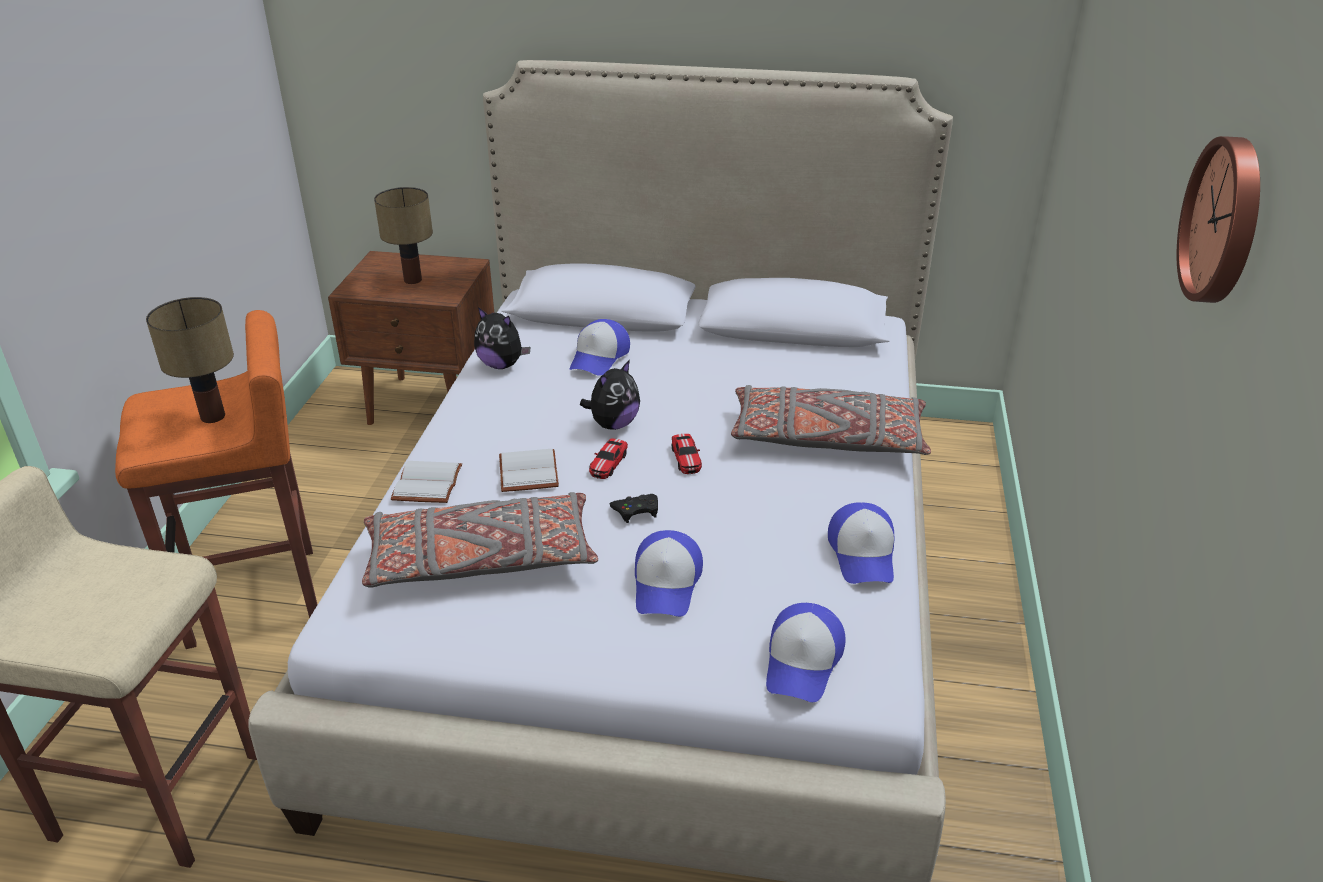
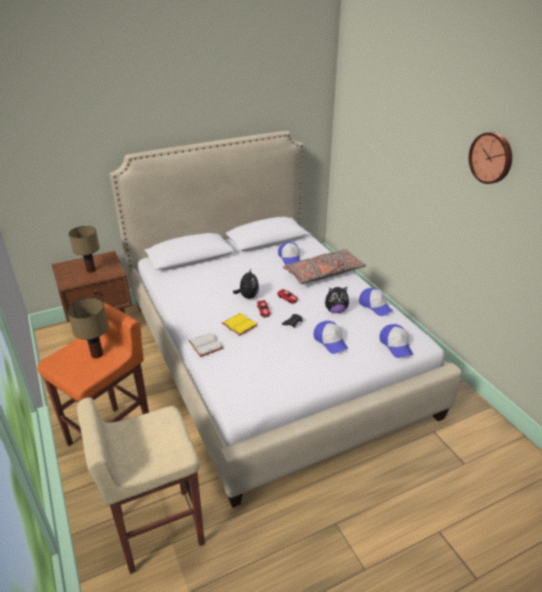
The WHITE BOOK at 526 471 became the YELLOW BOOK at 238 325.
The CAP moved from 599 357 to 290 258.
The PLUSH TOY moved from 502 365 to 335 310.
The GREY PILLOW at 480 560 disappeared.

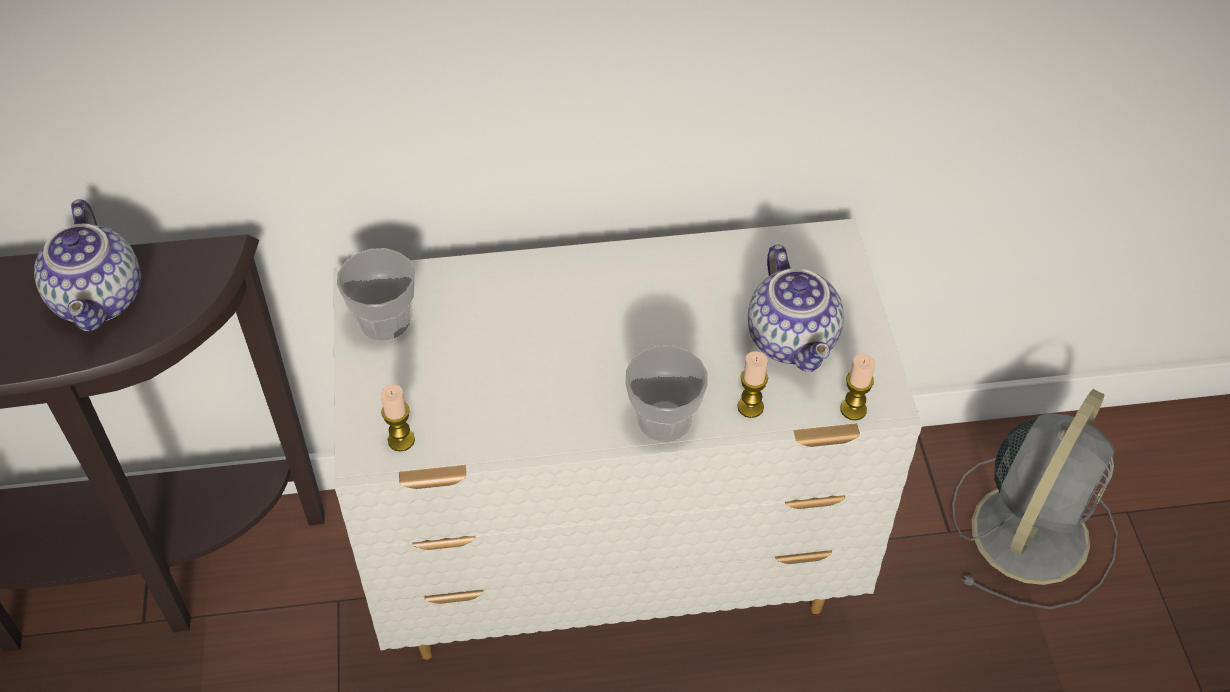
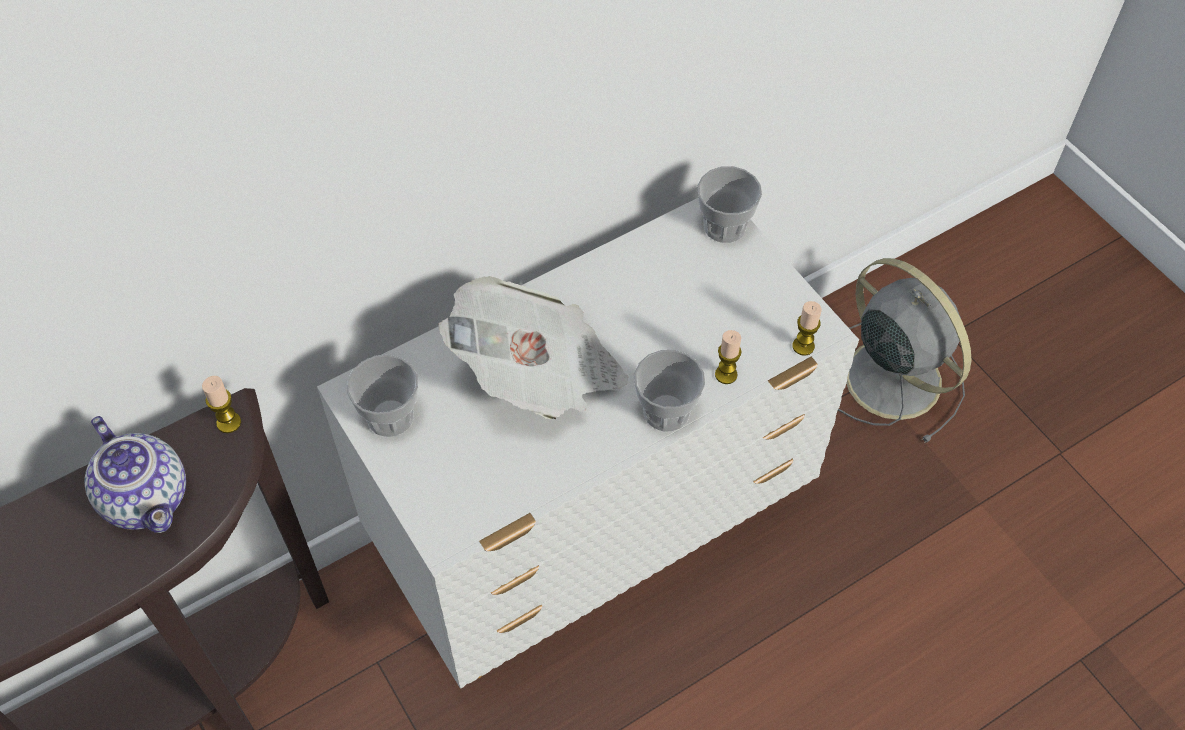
The CANDLE moved from 401 440 to 229 422.
The NEWSPAPER at 538 374 appeared.
The CUP at 724 226 appeared.
The GREY FAN at 1032 529 turned 45 degrees counterclockwise.
The TEAPOT at 794 340 disappeared.

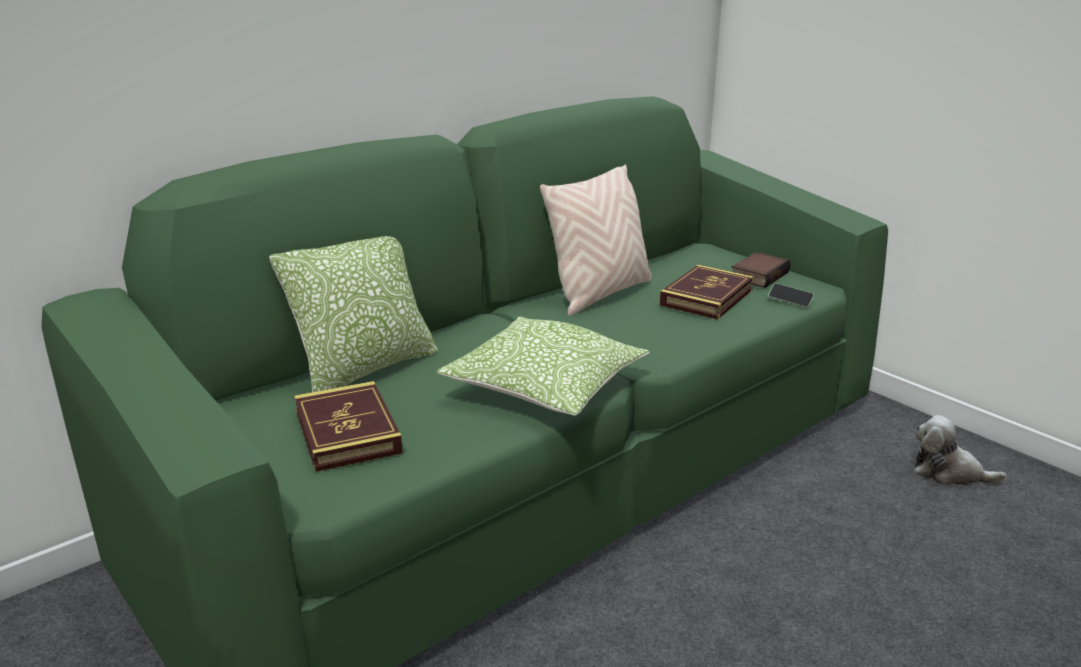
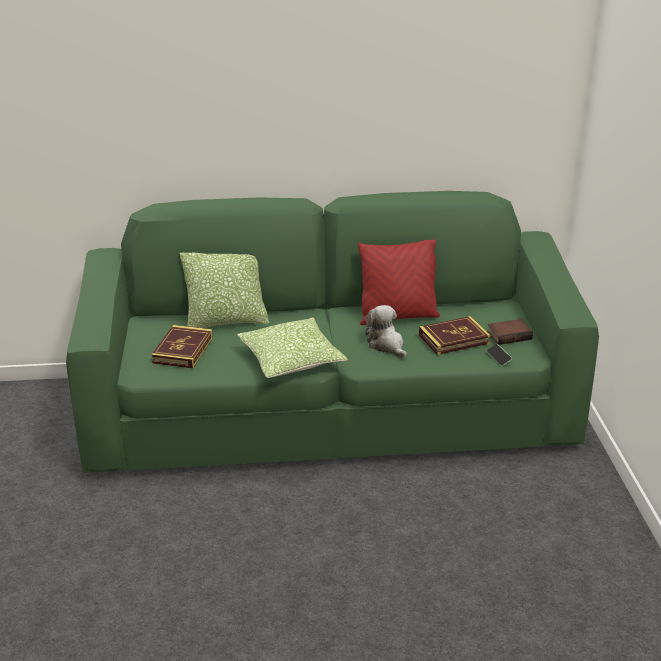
The BEIGE PILLOW at 599 294 became the RED PILLOW at 397 317.
The PLUSH TOY moved from 948 473 to 386 345.

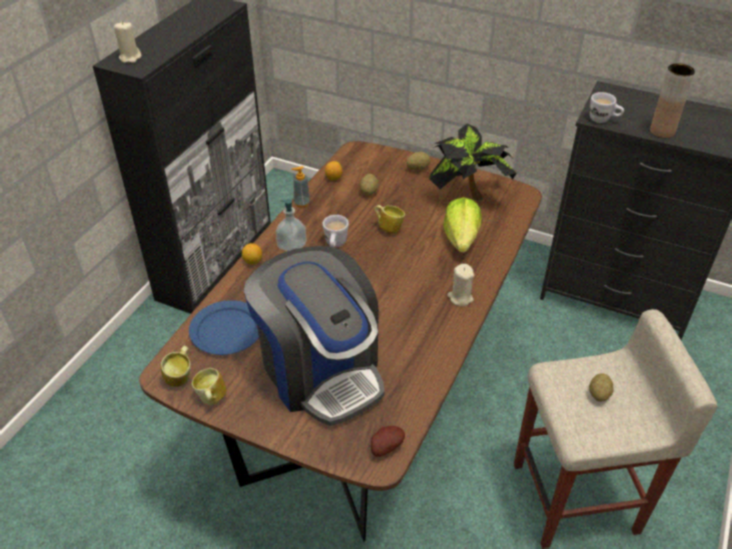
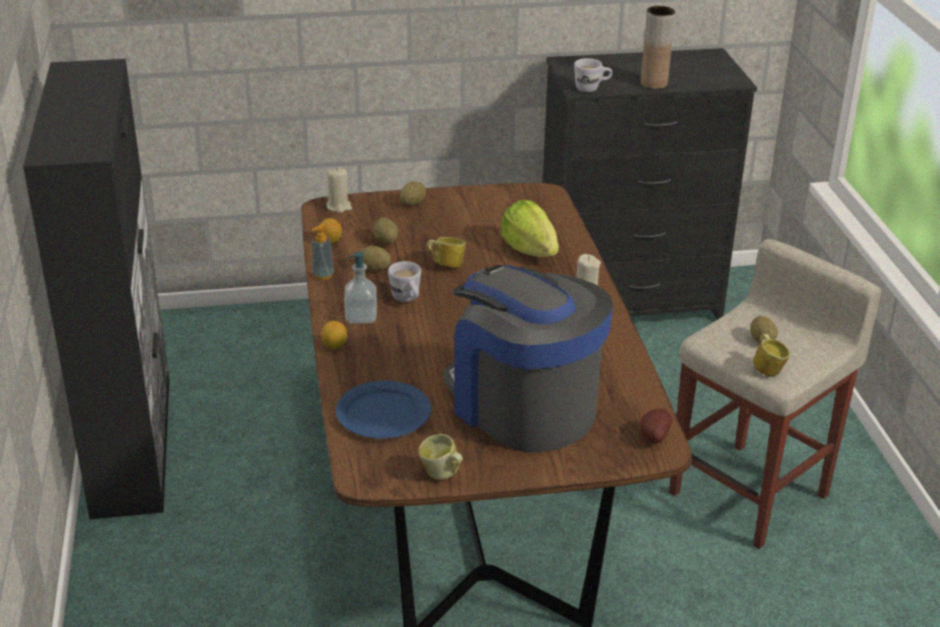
The BEIGE CANDLE moved from 130 57 to 339 206.
The POTATO at 374 269 appeared.
The COFFEE MACHINE at 320 370 turned 150 degrees counterclockwise.
The MUG moved from 181 377 to 767 369.
The POTTED PLANT at 467 194 disappeared.

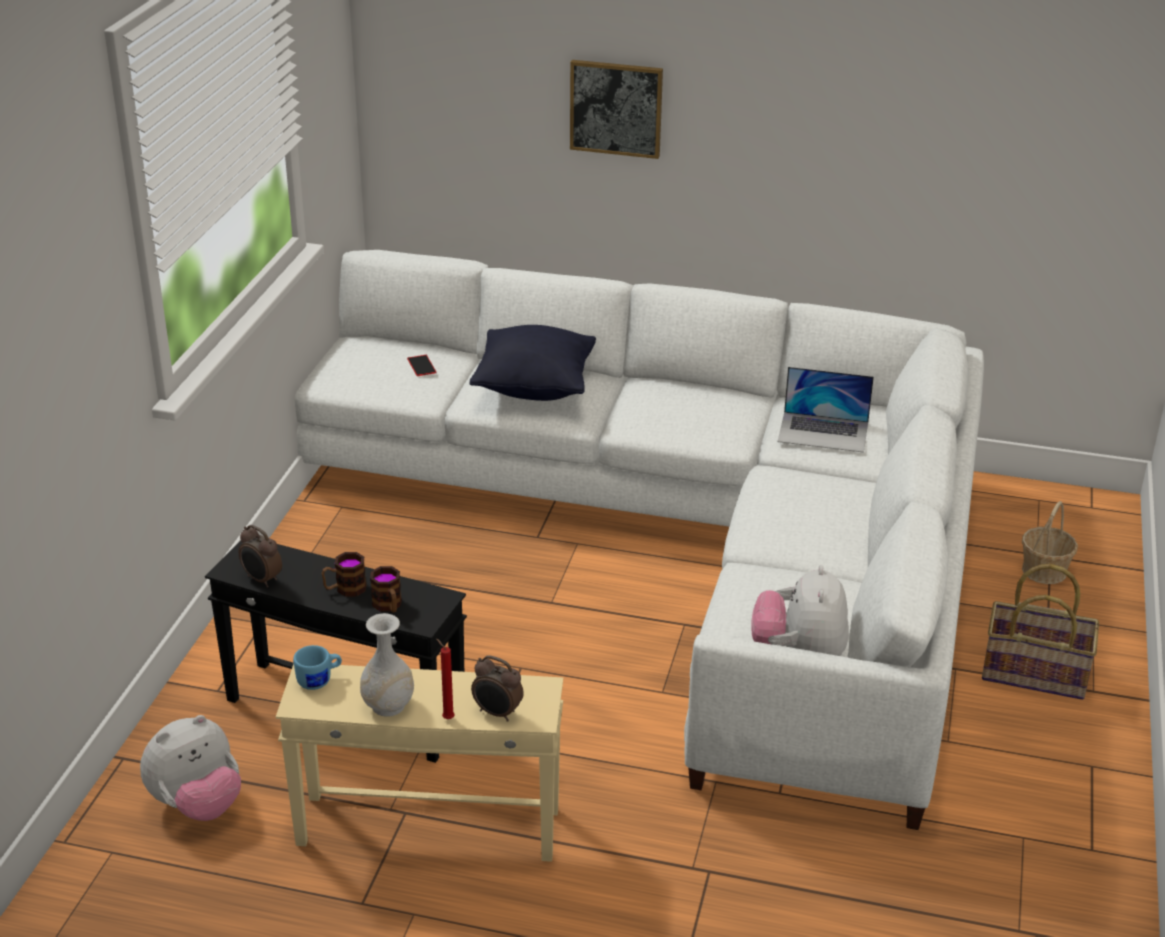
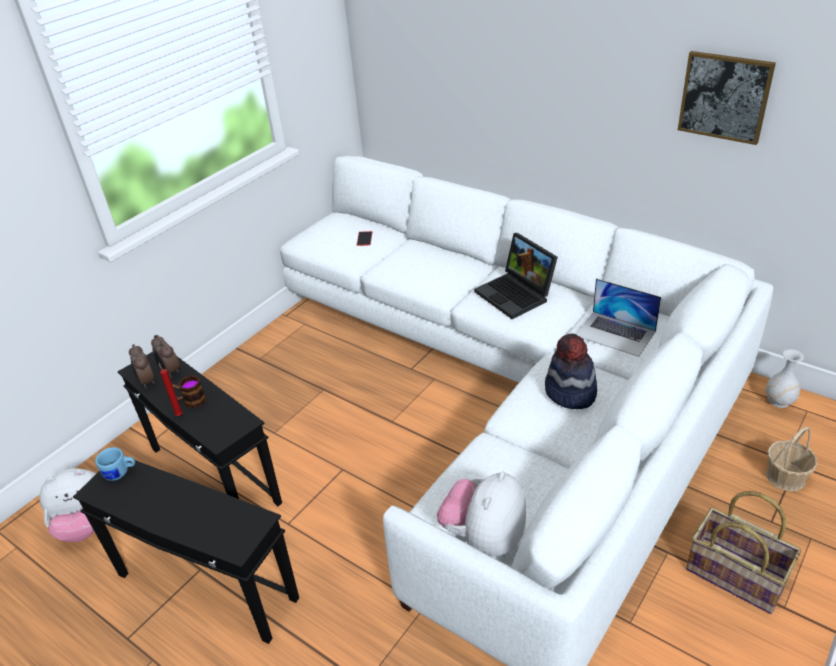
The BEIGE SIDE TABLE at 428 828 became the BLACK SIDE TABLE at 206 587.
The ALARM CLOCK moved from 497 713 to 170 372.
The RED CANDLE moved from 446 718 to 179 414.
The LAPTOP at 517 295 appeared.
The HAT at 570 393 appeared.
The PICTURE moved from 616 108 to 724 97.
The WHITE VASE moved from 388 706 to 779 401.
The MUG at 388 606 disappeared.
The BLACK PILLOW at 534 388 disappeared.

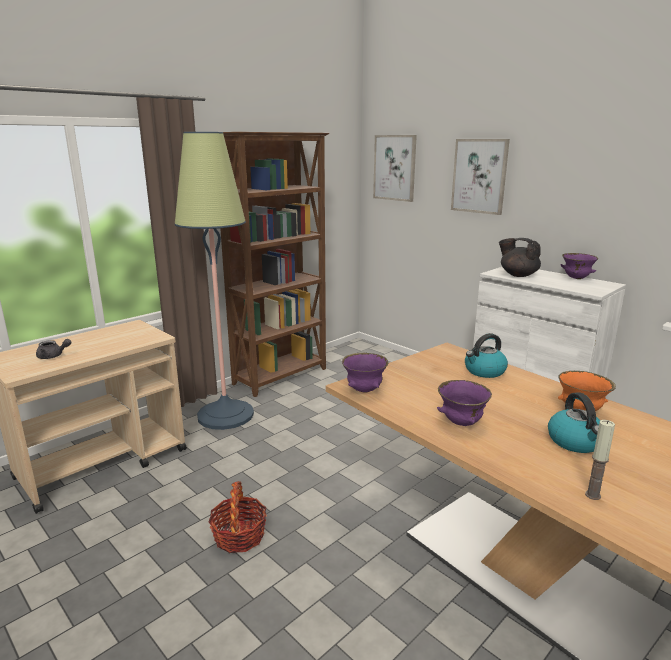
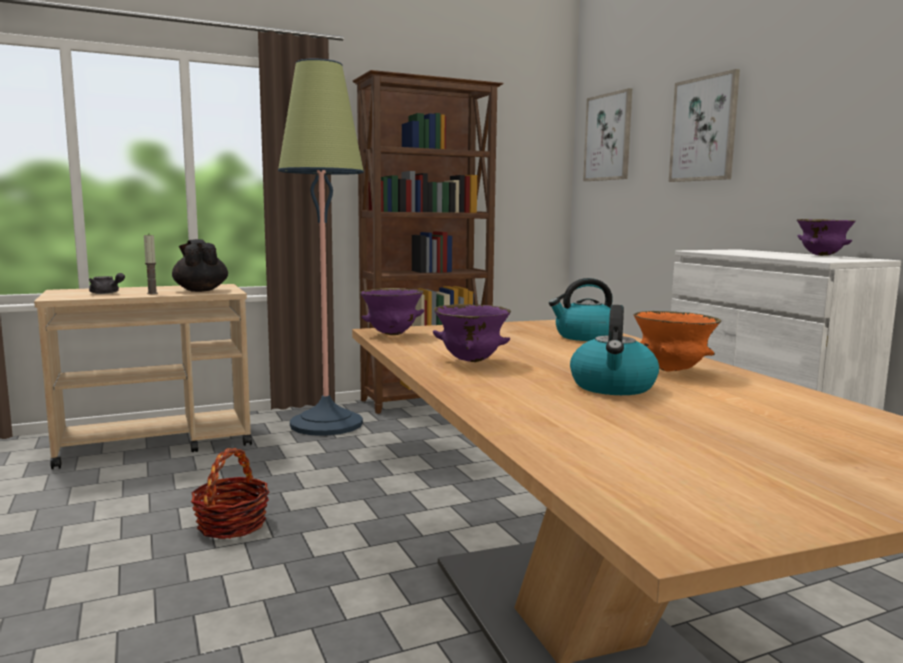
The CANDLE moved from 592 495 to 152 293.
The BLACK TEAPOT moved from 518 275 to 200 290.

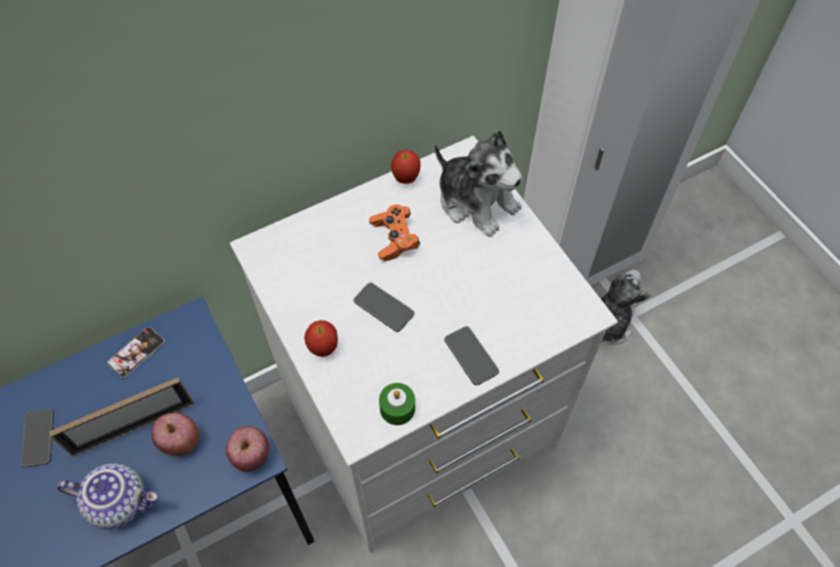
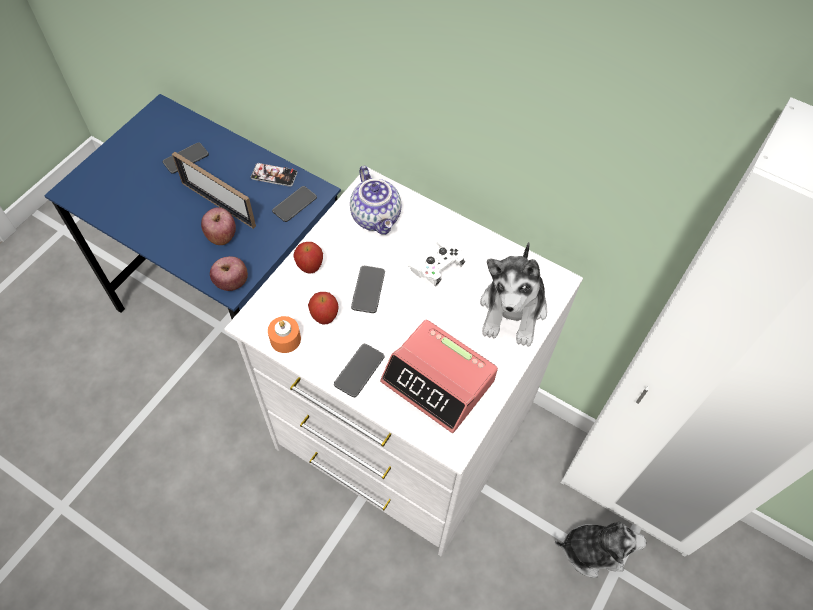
The GREEN CANDLE at 397 408 became the ORANGE CANDLE at 285 339.
The PHONE at 294 204 appeared.
The APPLE moved from 406 178 to 325 317.
The TEAPOT moved from 120 501 to 377 217.
The ALARM CLOCK at 438 381 appeared.
The ORANGE GAME CONTROLLER at 394 238 became the WHITE GAME CONTROLLER at 437 267.

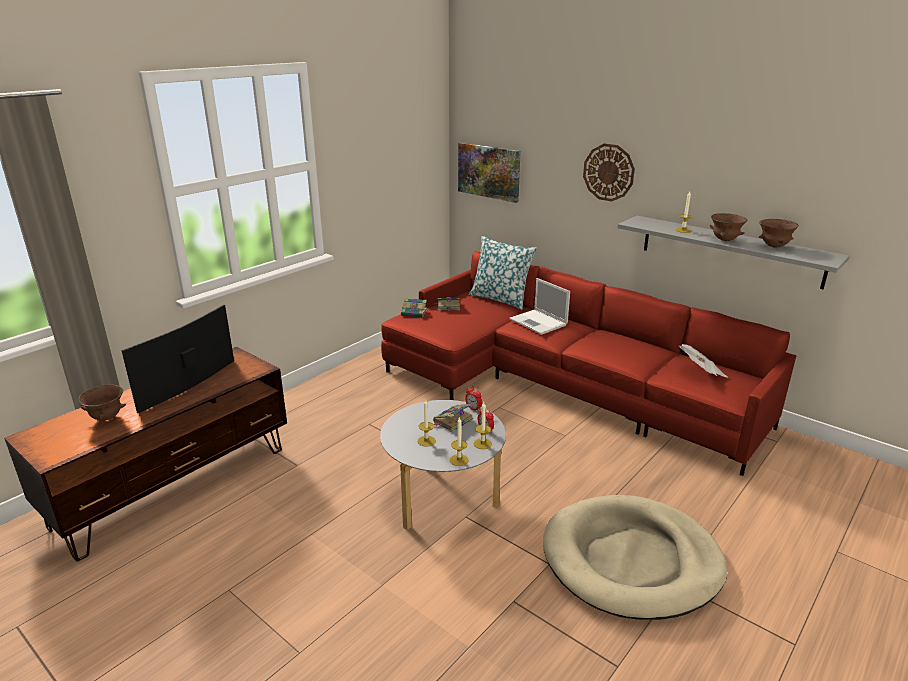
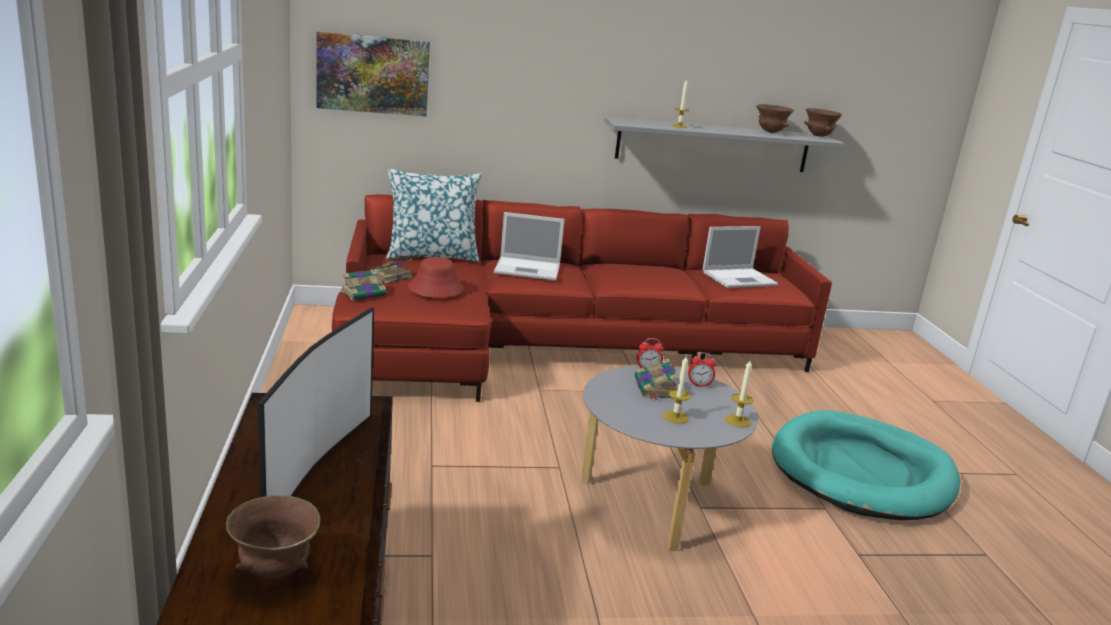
The TELEVISION at 192 386 turned 150 degrees counterclockwise.
The RED HAT at 435 288 appeared.
The NEWSPAPER at 701 372 was replaced by the LAPTOP at 740 278.
The BEIGE DOG BED at 631 560 became the TURQUOISE DOG BED at 862 472.
The BROWN BOWL moved from 724 240 to 818 136.
The CANDLE at 482 443 disappeared.
The WALL CLOCK at 608 172 disappeared.

